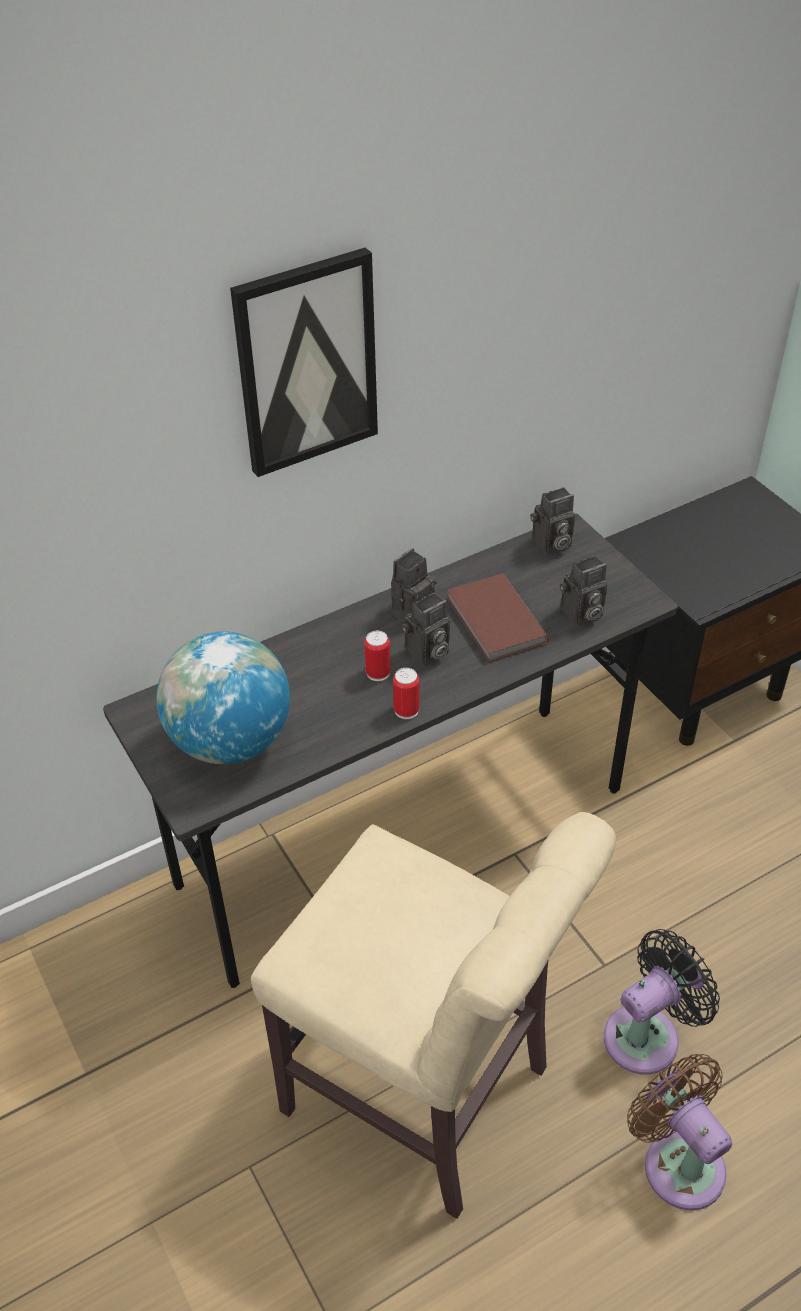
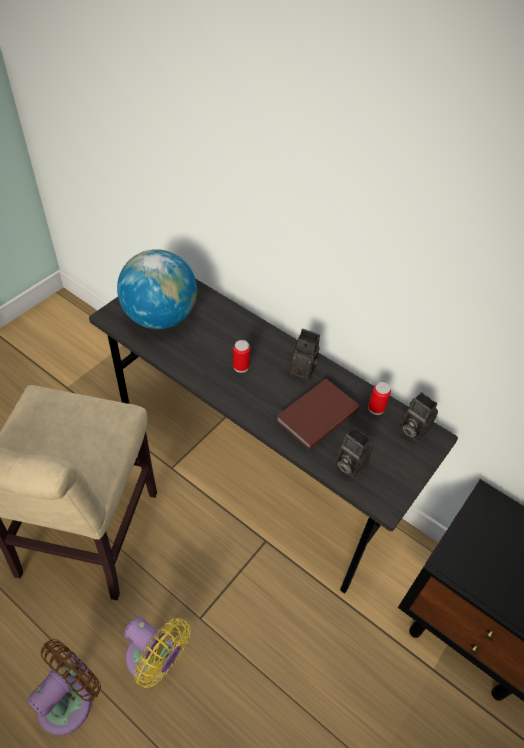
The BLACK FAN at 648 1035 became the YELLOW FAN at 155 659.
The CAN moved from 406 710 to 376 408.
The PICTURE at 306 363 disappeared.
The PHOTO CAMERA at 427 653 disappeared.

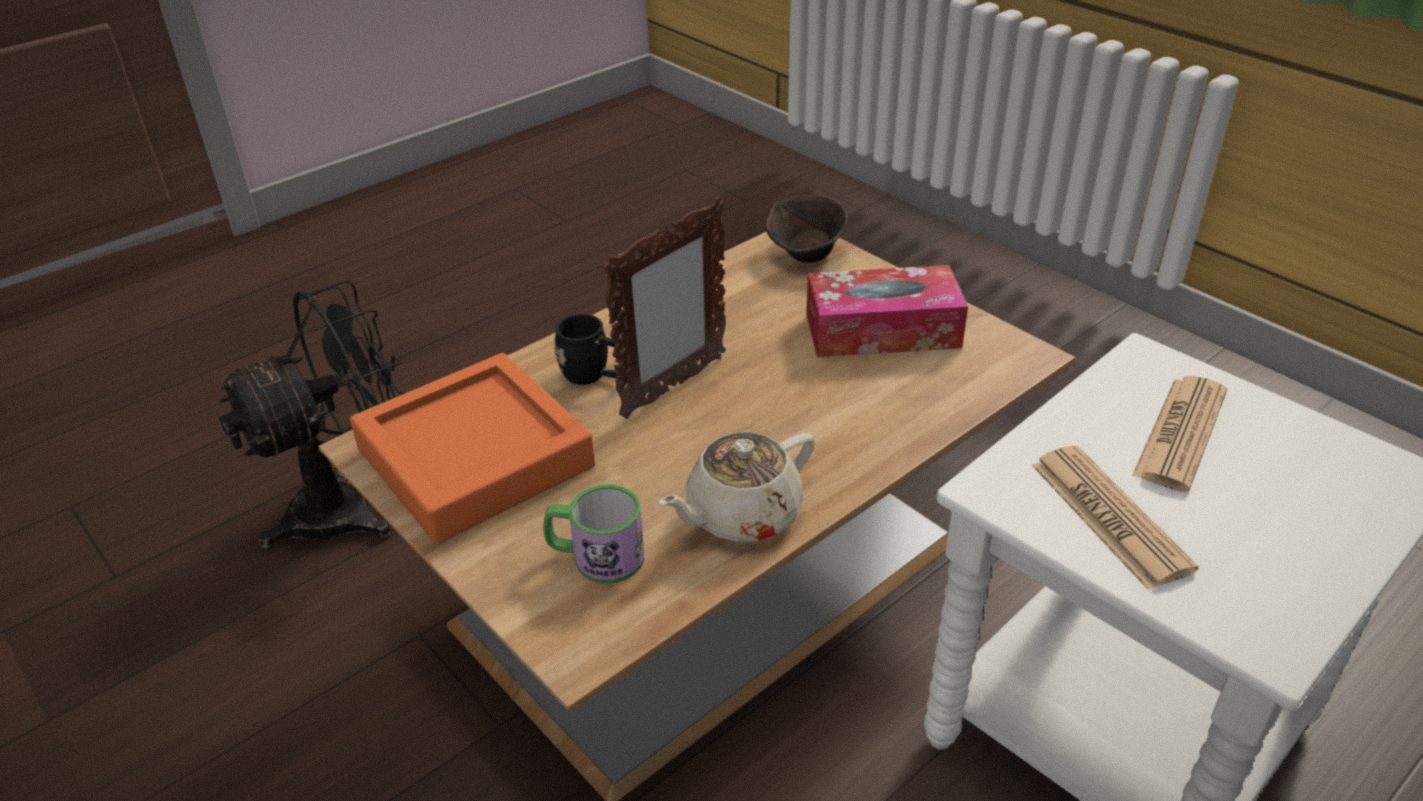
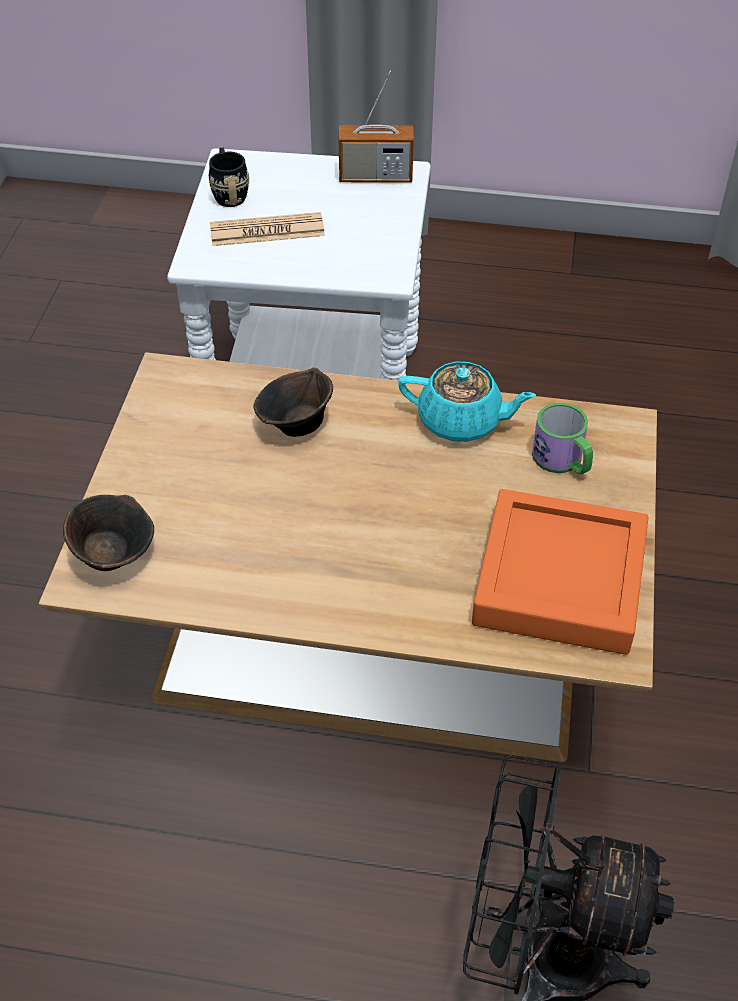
The BLACK MUG moved from 594 376 to 229 193.
The BROWN BOWL at 295 425 appeared.
The RADIO at 375 177 appeared.
The BEIGE TEAPOT at 741 515 became the TURQUOISE TEAPOT at 461 421.
The PICTURE FRAME at 672 387 disappeared.
The TISSUE BOX at 882 330 disappeared.
The NEWSPAPER at 1109 516 disappeared.

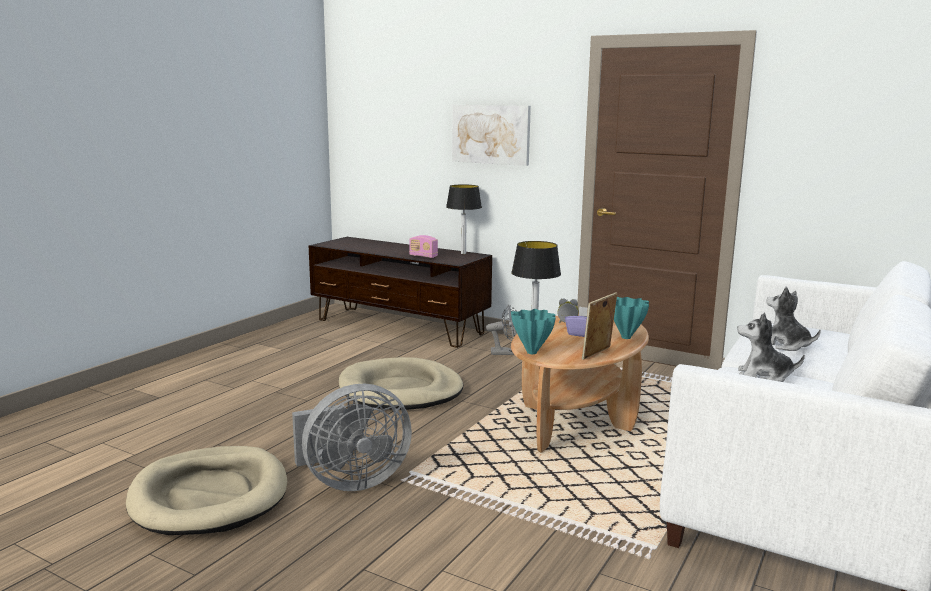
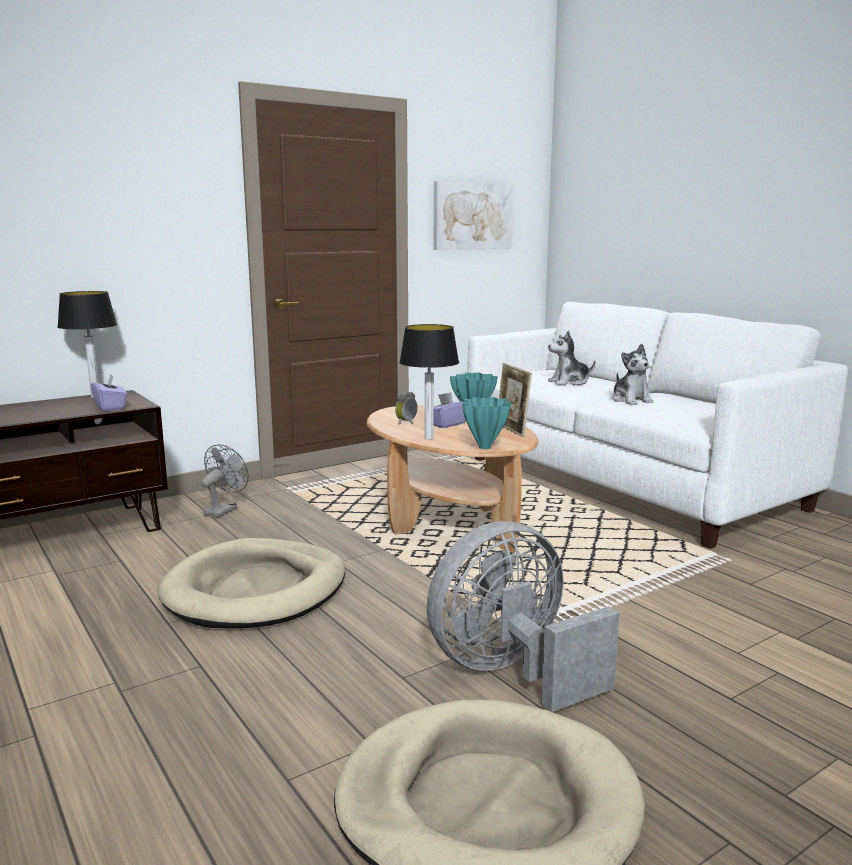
The PURPLE TISSUE BOX at 110 407 appeared.
The GREY FAN at 351 481 turned 120 degrees counterclockwise.
The PICTURE moved from 491 134 to 472 216.
The PLUSH TOY at 763 376 turned 60 degrees counterclockwise.
The RADIO at 423 256 disappeared.

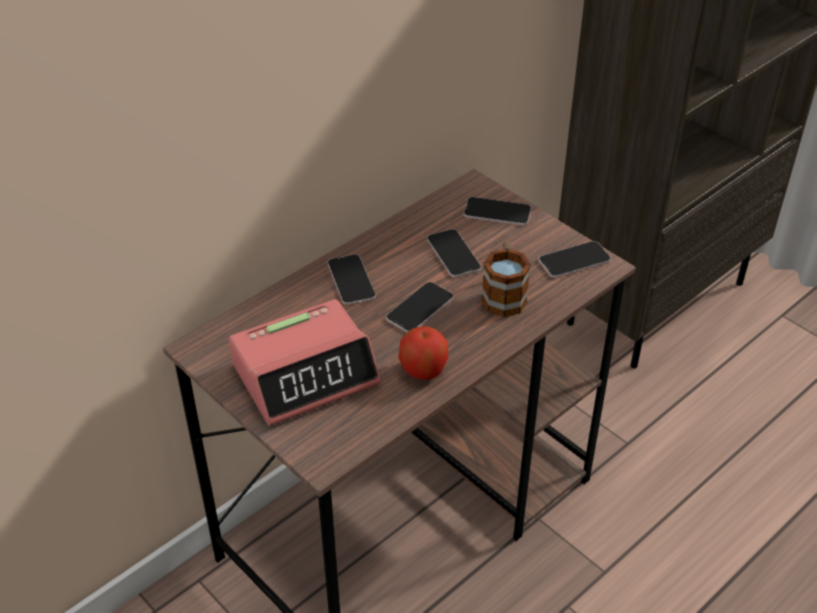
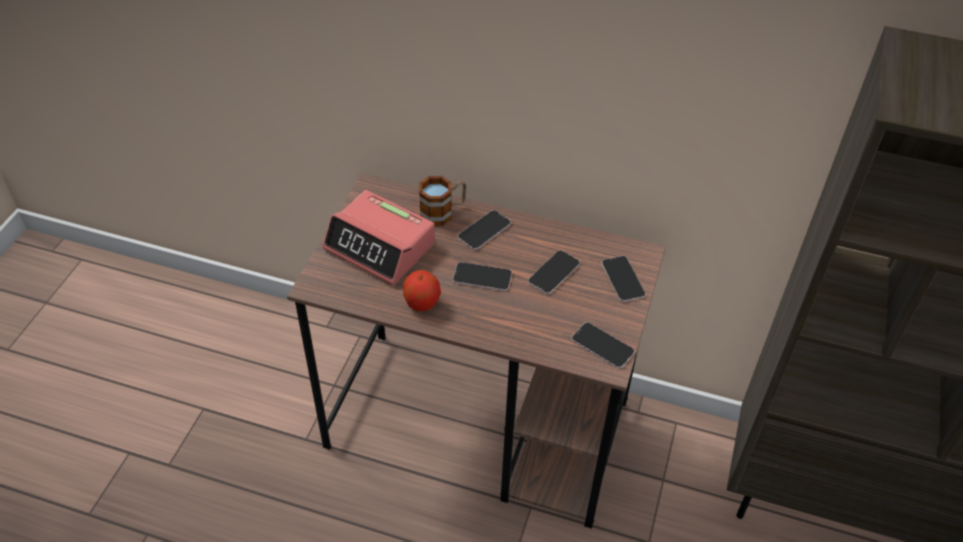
The MUG moved from 504 294 to 443 212.

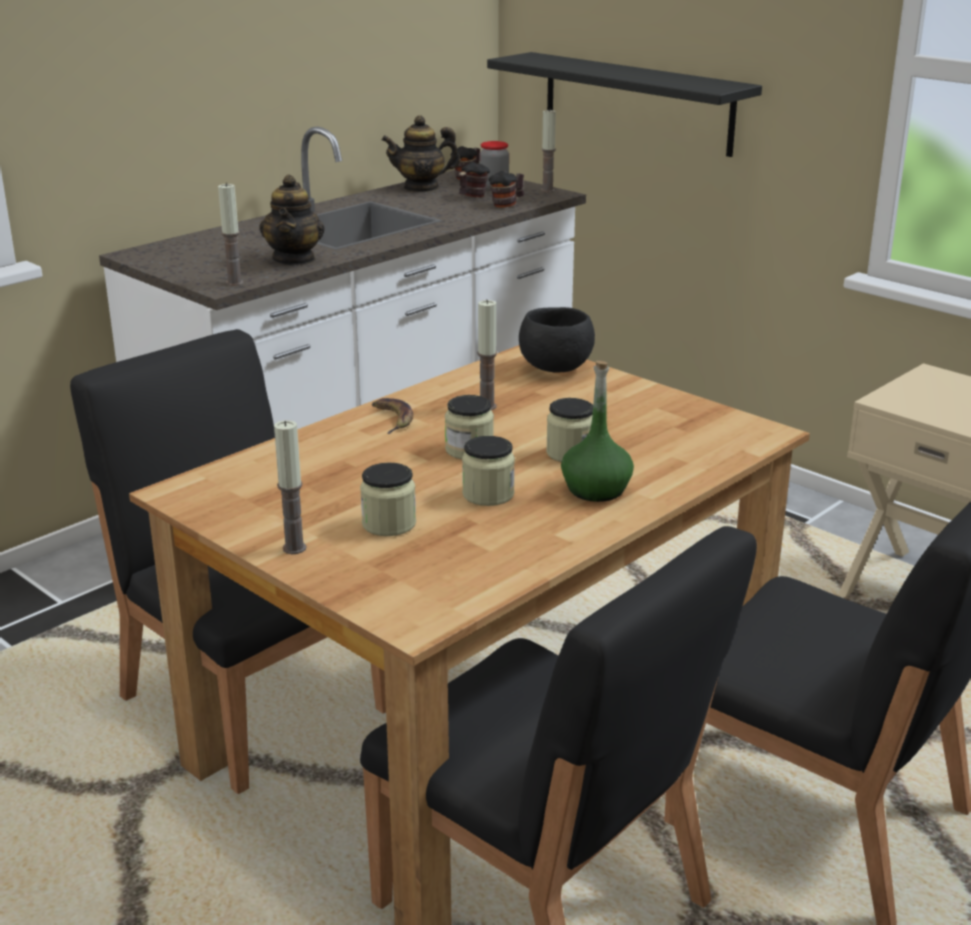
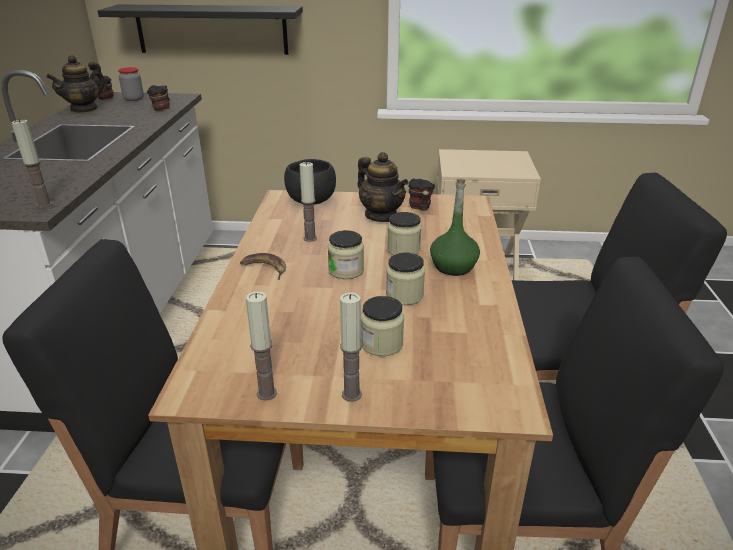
The CANDLE moved from 547 190 to 267 393.
The TEAPOT moved from 294 259 to 381 216.
The MUG moved from 471 197 to 420 209.

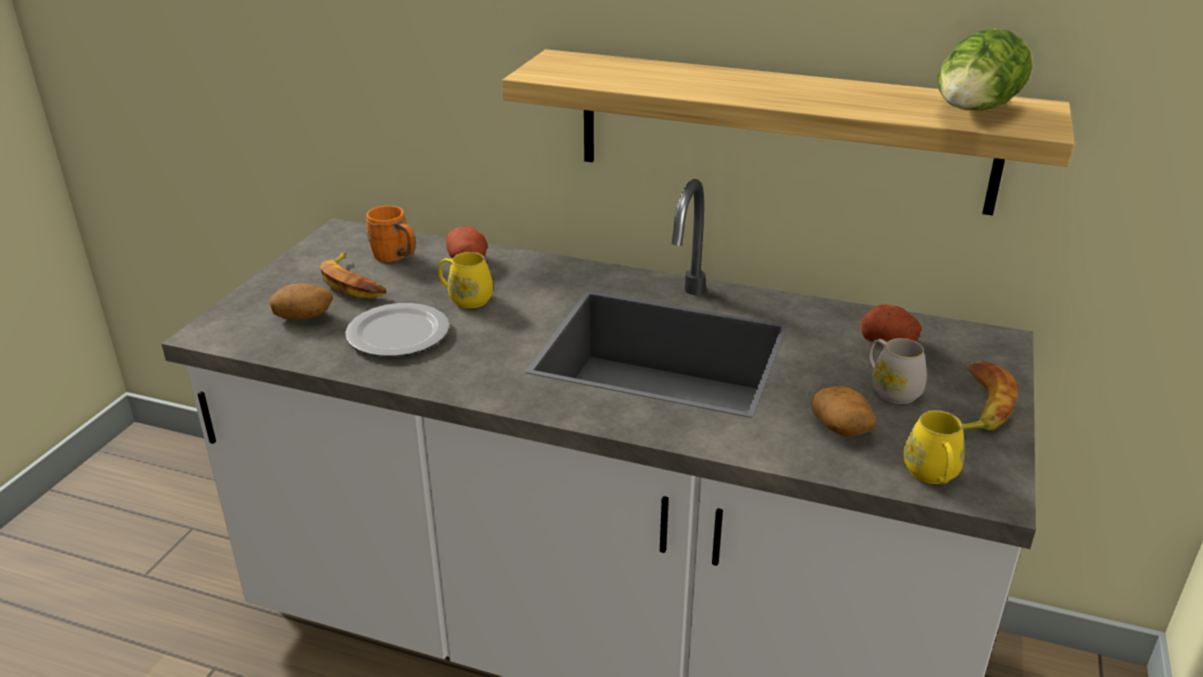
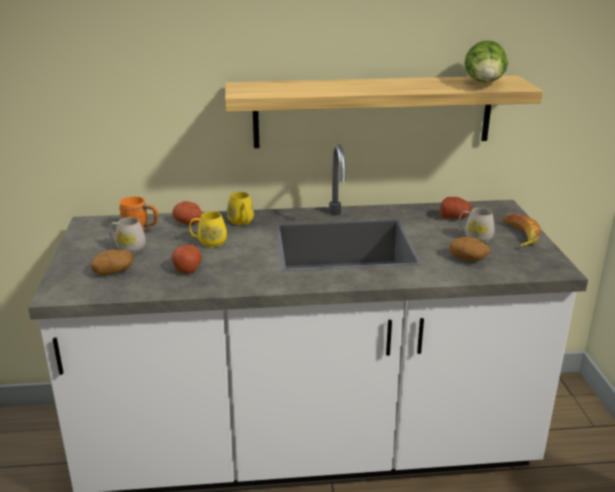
The BANANA at 354 283 was replaced by the WHITE MUG at 128 248.
The PLATE at 400 334 was replaced by the POTATO at 187 268.
The YELLOW MUG moved from 932 475 to 242 222.

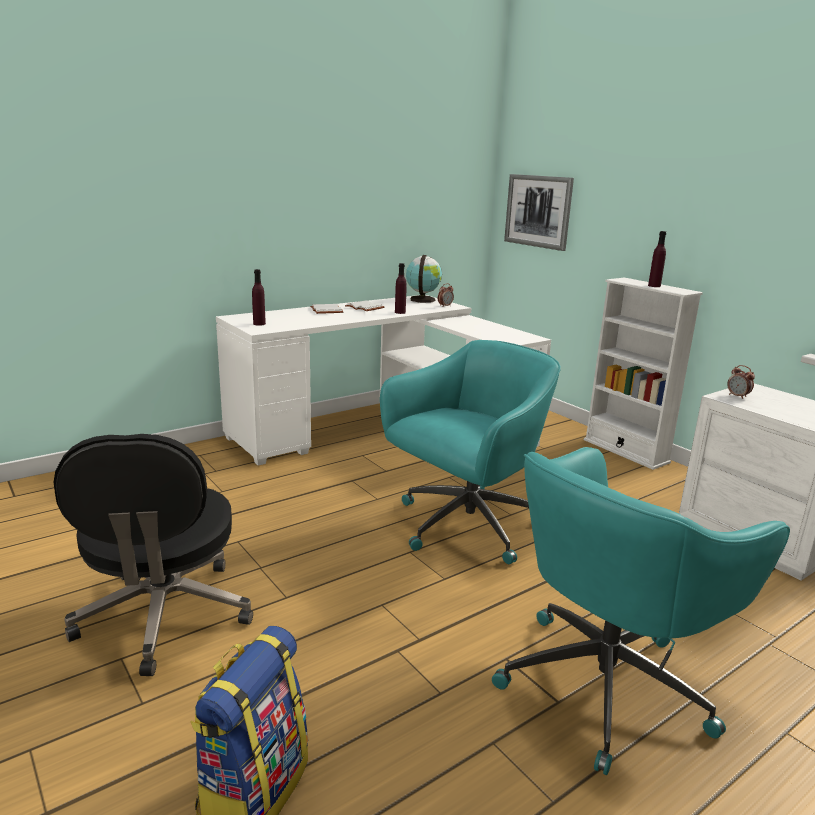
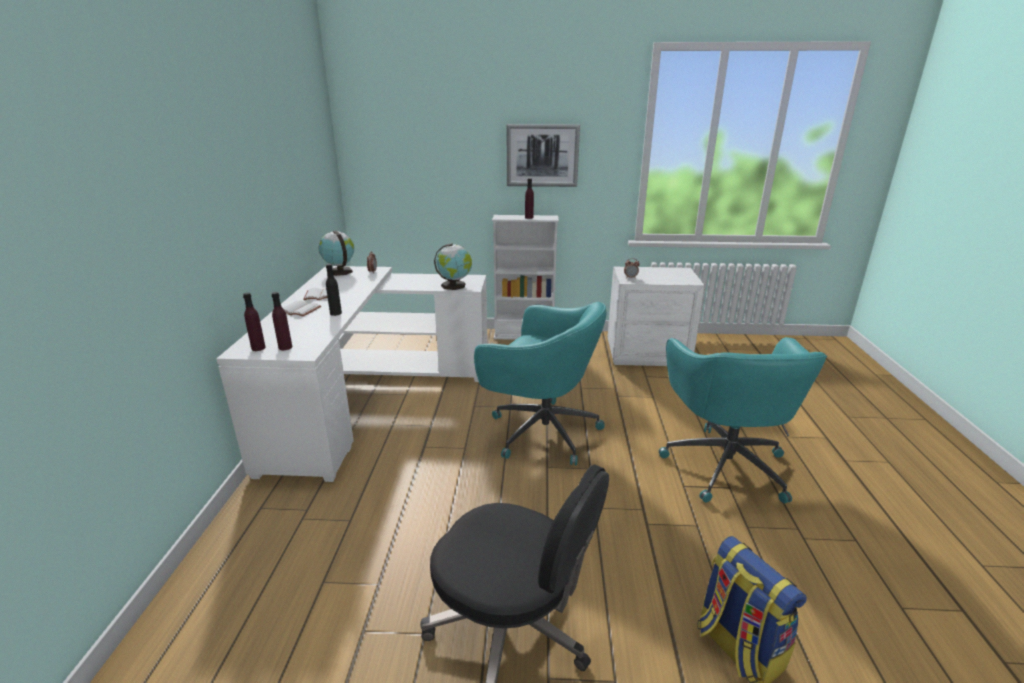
The PURPLE BOTTLE moved from 400 312 to 258 348.
The BLACK BOTTLE at 336 313 appeared.
The GLOBE at 455 285 appeared.
The TURQUOISE OFFICE CHAIR at 465 526 turned 120 degrees clockwise.
The PICTURE moved from 538 211 to 542 155.

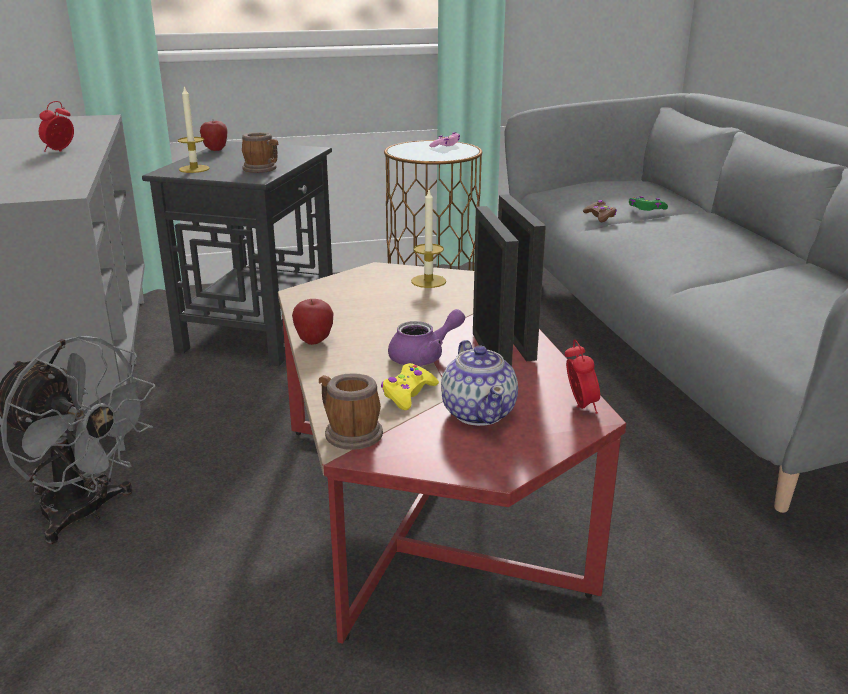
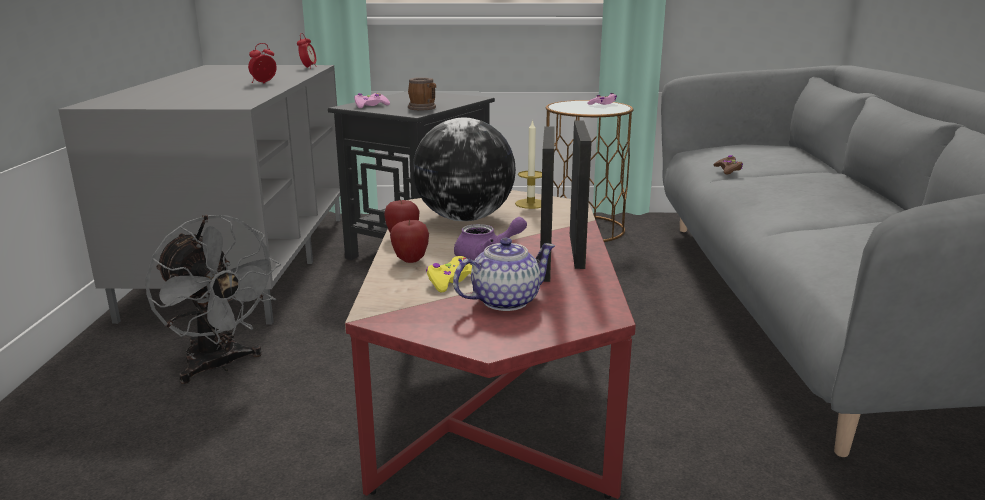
The ALARM CLOCK moved from 579 406 to 308 68.
The CANDLE at 194 169 was replaced by the PINK GAME CONTROLLER at 370 105.
The APPLE moved from 215 150 to 410 260.
The GLOBE at 464 219 appeared.
The TEAPOT at 479 412 turned 120 degrees counterclockwise.
The MUG at 348 432 disappeared.
The GREEN GAME CONTROLLER at 646 209 disappeared.

